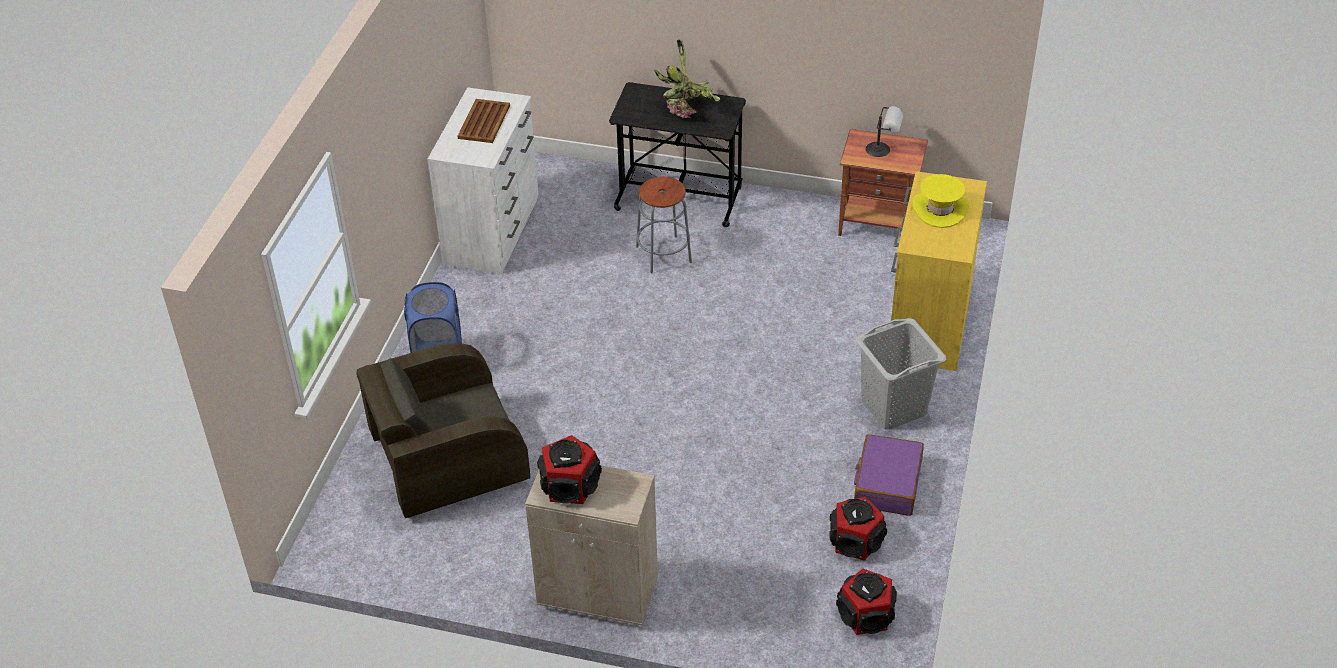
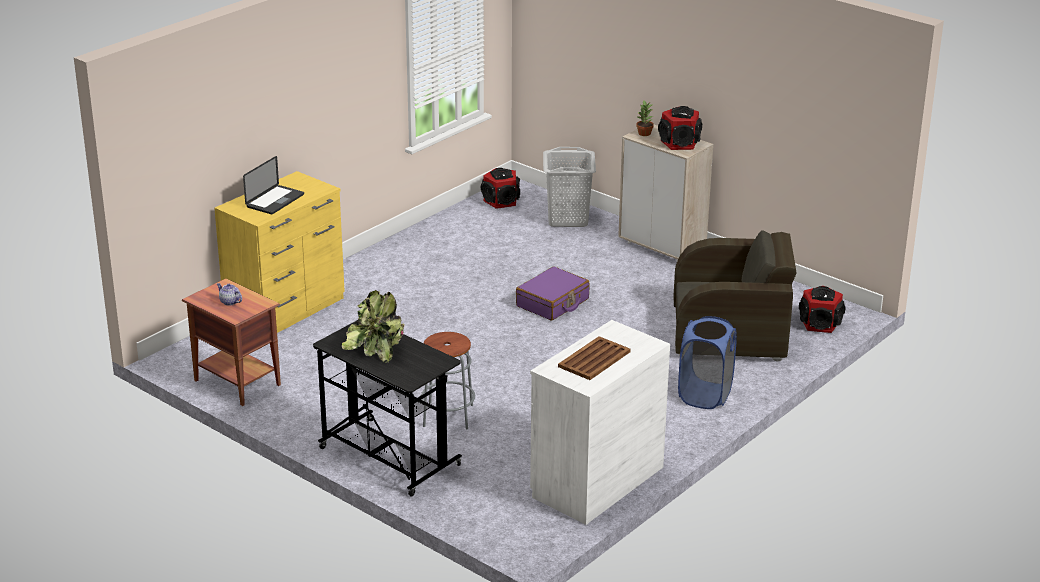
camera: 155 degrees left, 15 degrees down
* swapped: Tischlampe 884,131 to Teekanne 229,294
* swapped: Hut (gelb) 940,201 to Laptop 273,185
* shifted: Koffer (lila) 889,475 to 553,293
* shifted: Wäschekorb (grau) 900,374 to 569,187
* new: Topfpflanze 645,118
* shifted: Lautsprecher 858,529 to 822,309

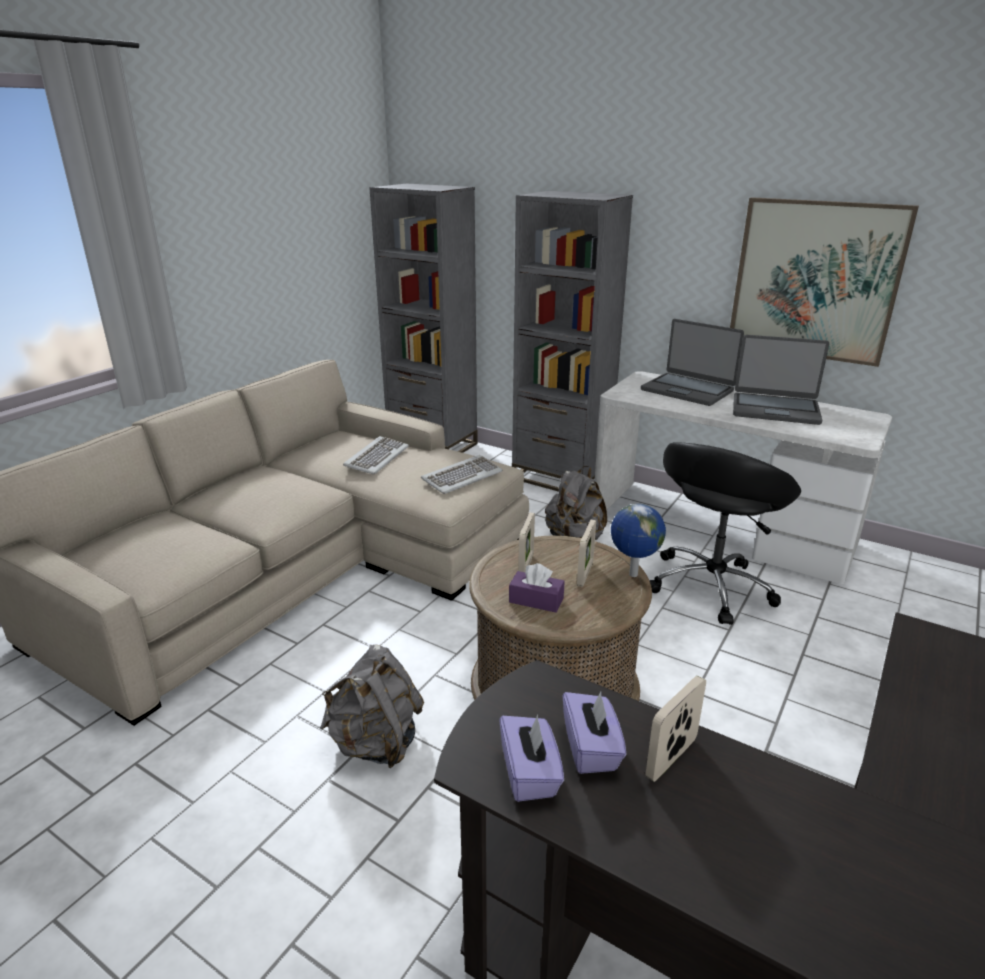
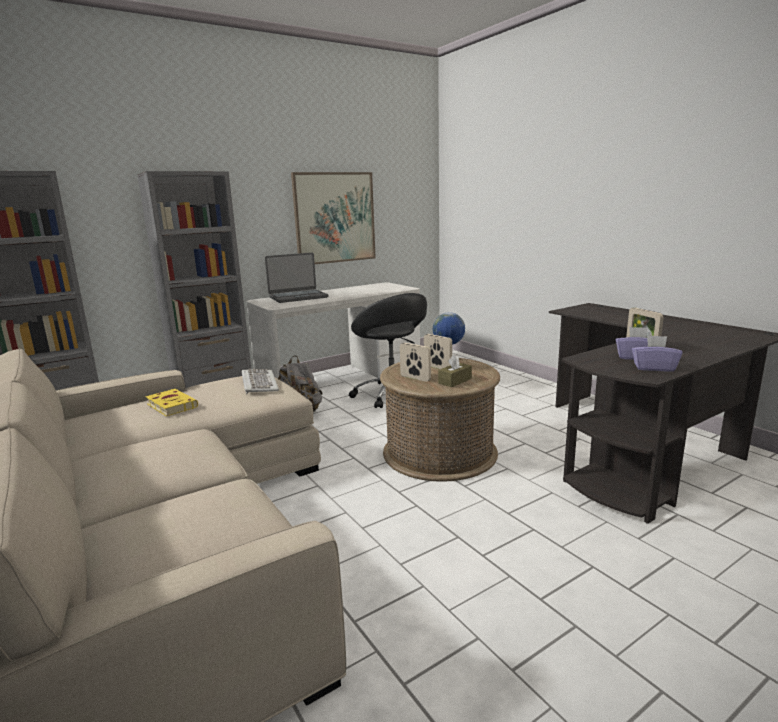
camera: 65 degrees left, 10 degrees down
* swapped: Tastatur 376,455 to Buch (gelb) 171,402
* repainted: Taschentuchbox (lila) 537,587 to Taschentuchbox (braun) 455,370
* gone: Rucksack (grau) 372,706
* gone: Laptop 781,380

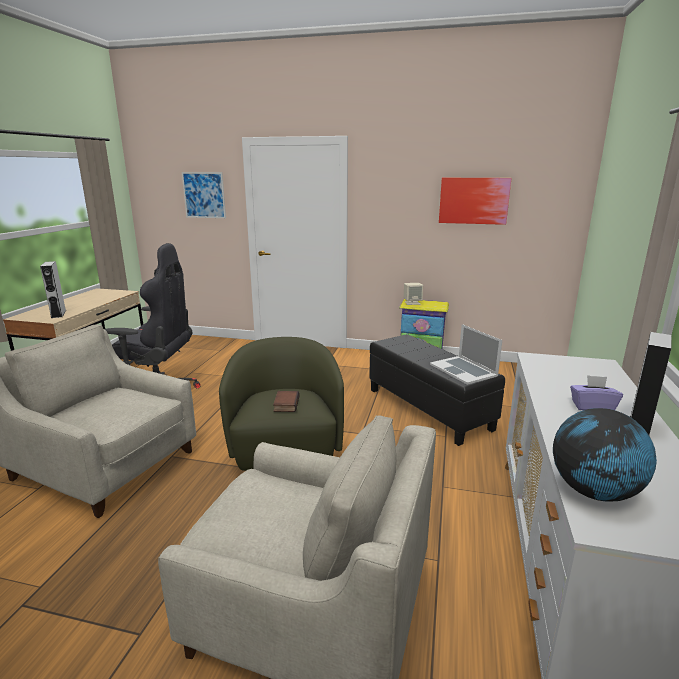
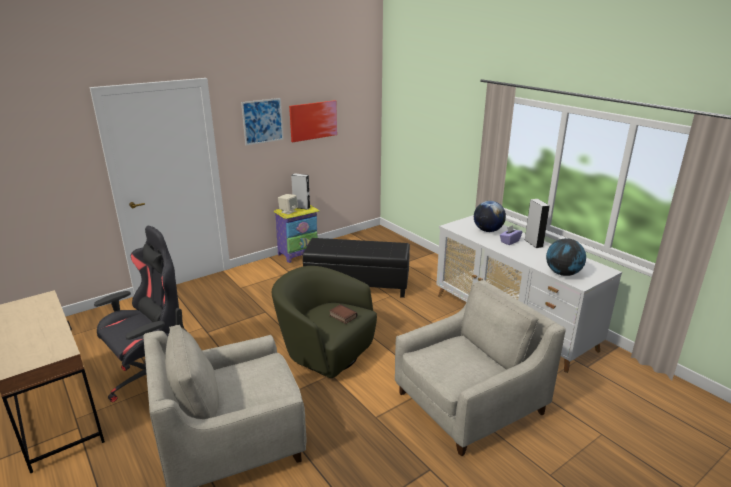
camera: 50 degrees left, 5 degrees up
* shifted: Bild 204,195 to 262,121
* shifted: Lautsprecher (grau) 53,289 to 301,191
* new: Globus 490,216
* gone: Laptop 466,354

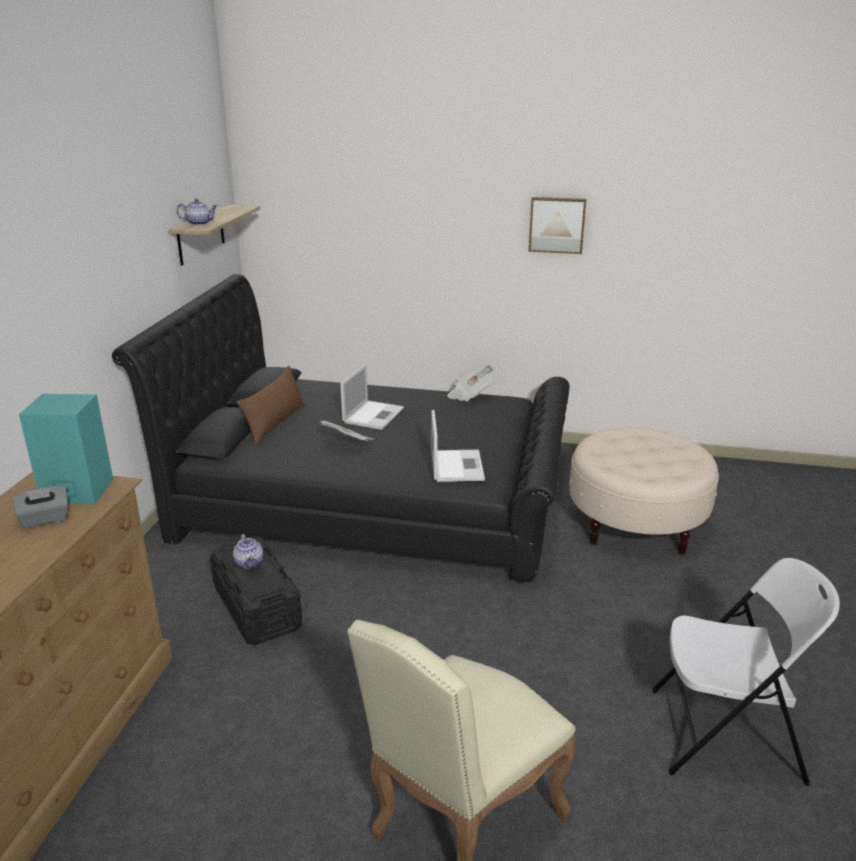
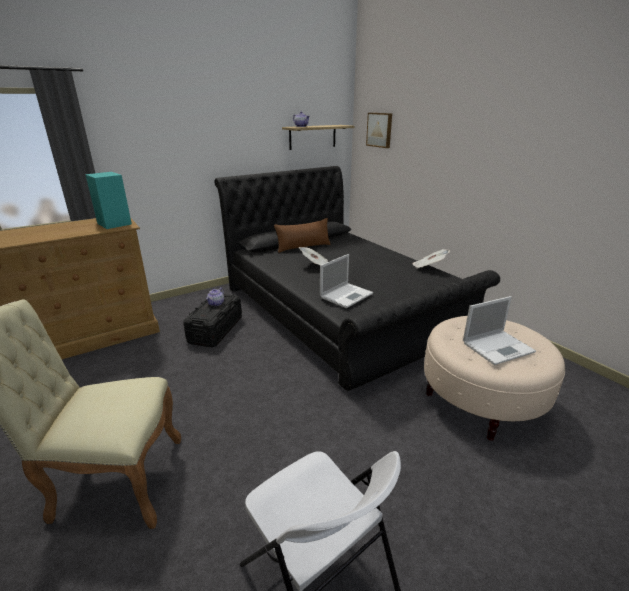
camera: 45 degrees right, 0 degrees up
* shifted: Bild 557,225 to 379,130
* shifted: Laptop 372,397 to 499,330
* gone: Taschentuchbox (grau) 40,507

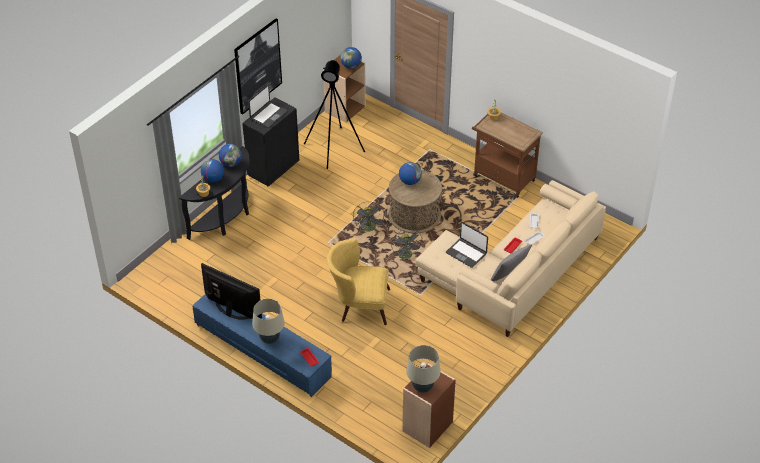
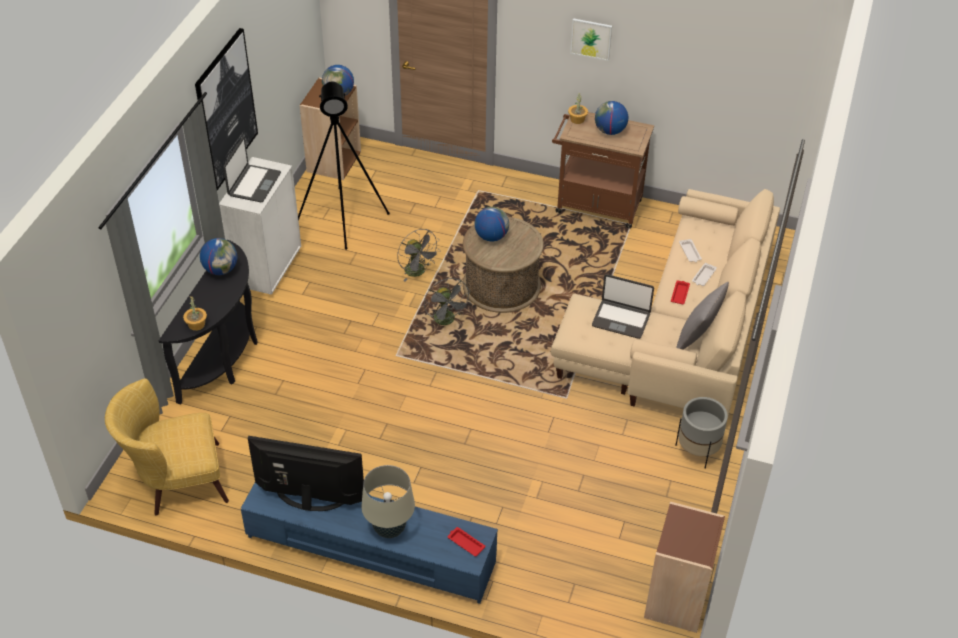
camera: 20 degrees left, 0 degrees up
* shifted: Sessel (gelb) 358,281 to 167,447
* repainted: Schrank (schwarz) 270,142 to Schrank (weiß) 260,226
* shifted: Ventilator (grau) 407,244 to 419,255
* new: Bild 591,39
* shifted: Globus 212,170 to 611,118
* new: Pflanzkübel (grau) 701,433
* gone: Tischlampe (beige) 423,369

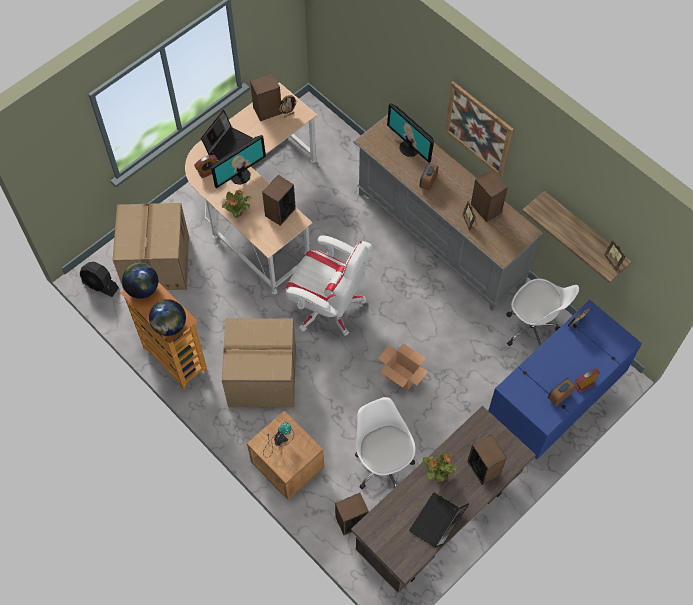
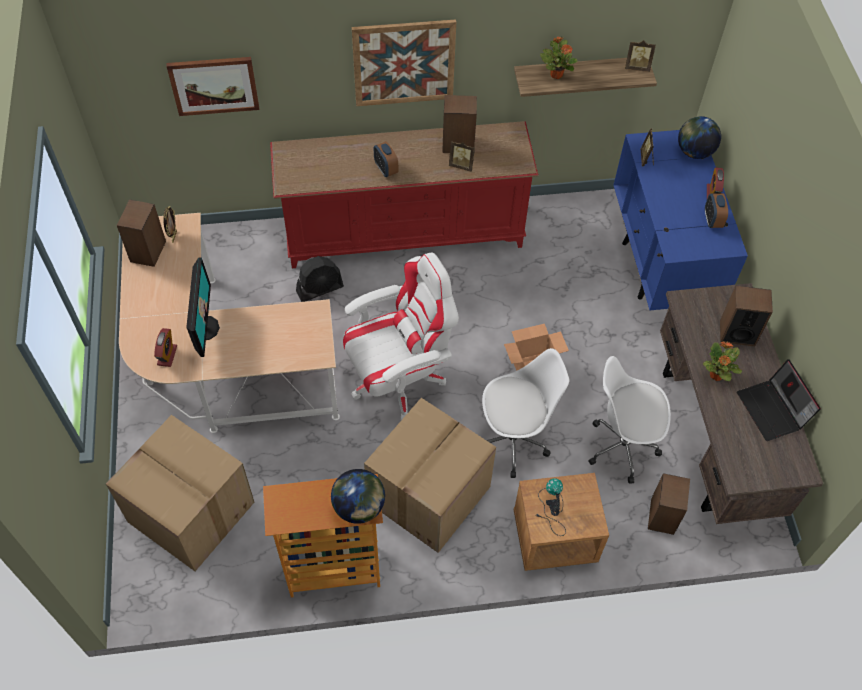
camera: 55 degrees left, 5 degrees down
* new: Bild 213,86
* repainted: Schrank (grau) 448,213 to Schrank (rot) 404,194
* shifted: Ventilator (schwarz) 99,279 to 320,279
* shifted: Bürostuhl (weiß) 542,312 to 526,413
* shifted: Topfpflanze 236,204 to 558,58
* shifted: Globus 140,281 to 699,137
* gone: Laptop 226,135
* gone: Lautsprecher 279,200
* gone: Monitor 410,133

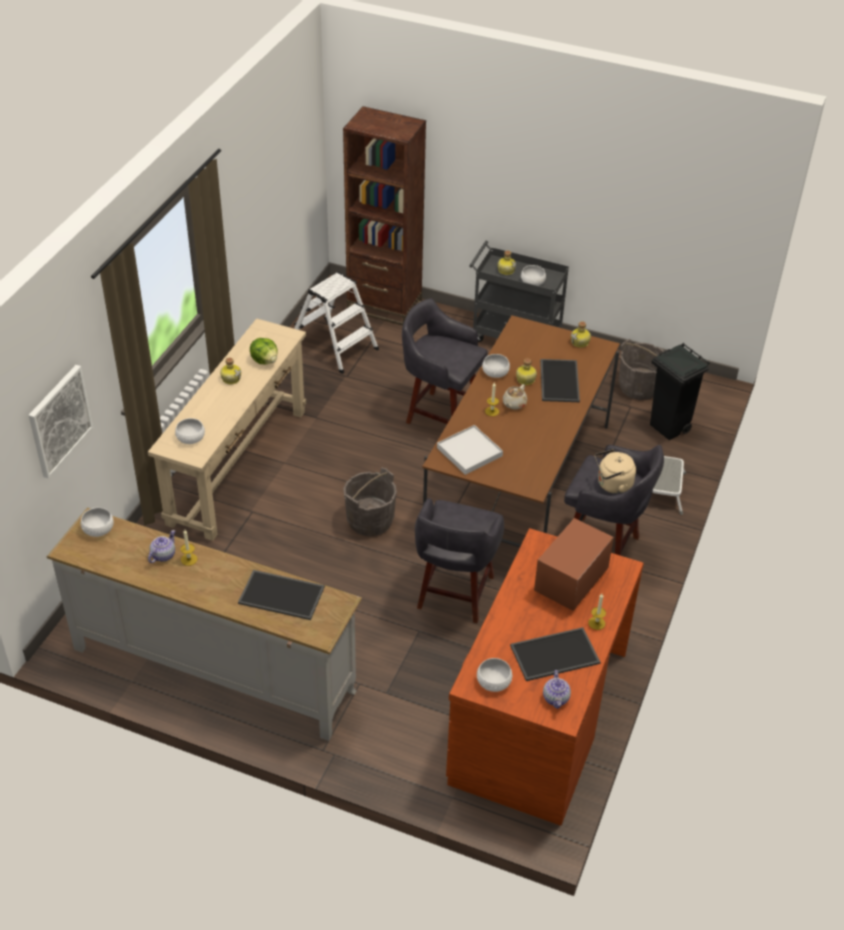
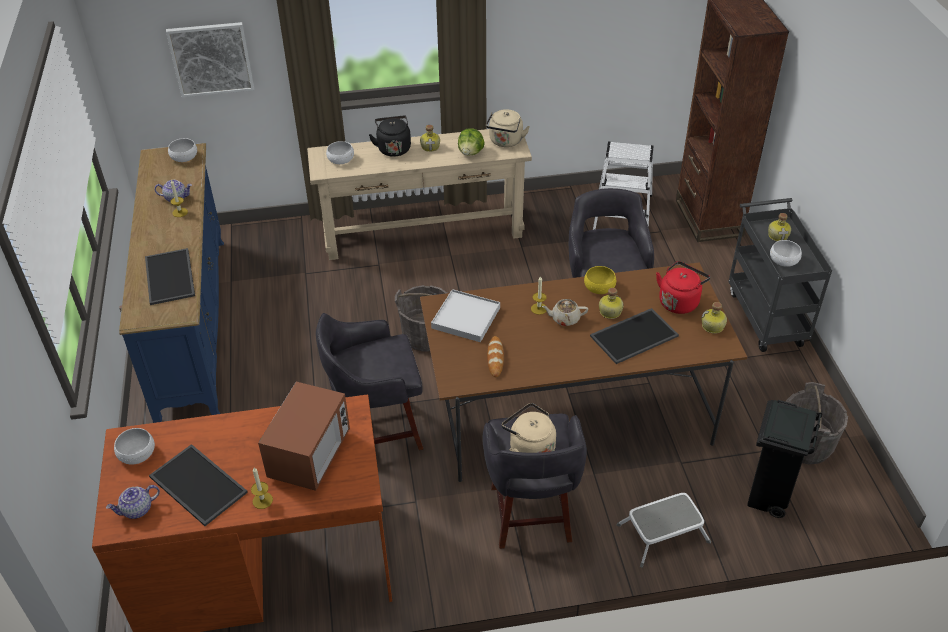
camera: 60 degrees right, 0 degrees up
* repainted: Schrank (grau) 204,624 to Schrank (blau) 171,283
* rotated: Mikrowelle 574,564 = 304,436 105 degrees clockwise
* new: Wasserkessel (schwarz) 390,136
* new: Wasserkessel (beige) 508,128
* new: Brot 495,356
* repainted: Schüssel (weiß) 496,366 to Schüssel (gelb) 600,280
* new: Wasserkessel (rot) 683,287

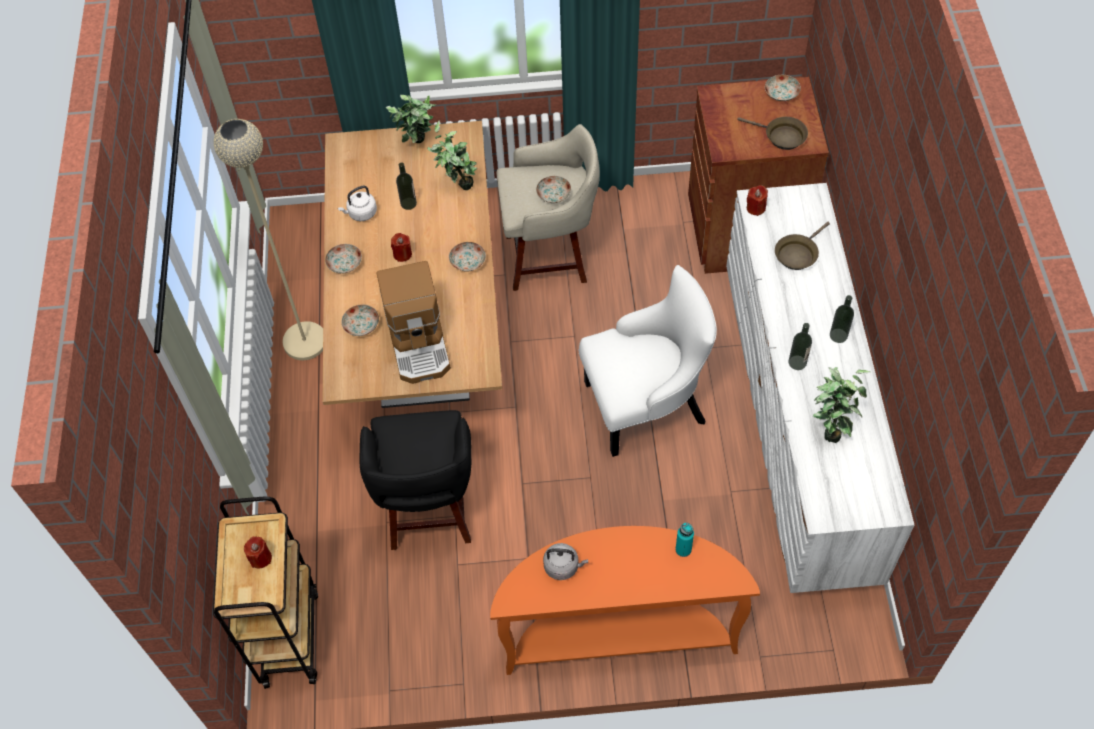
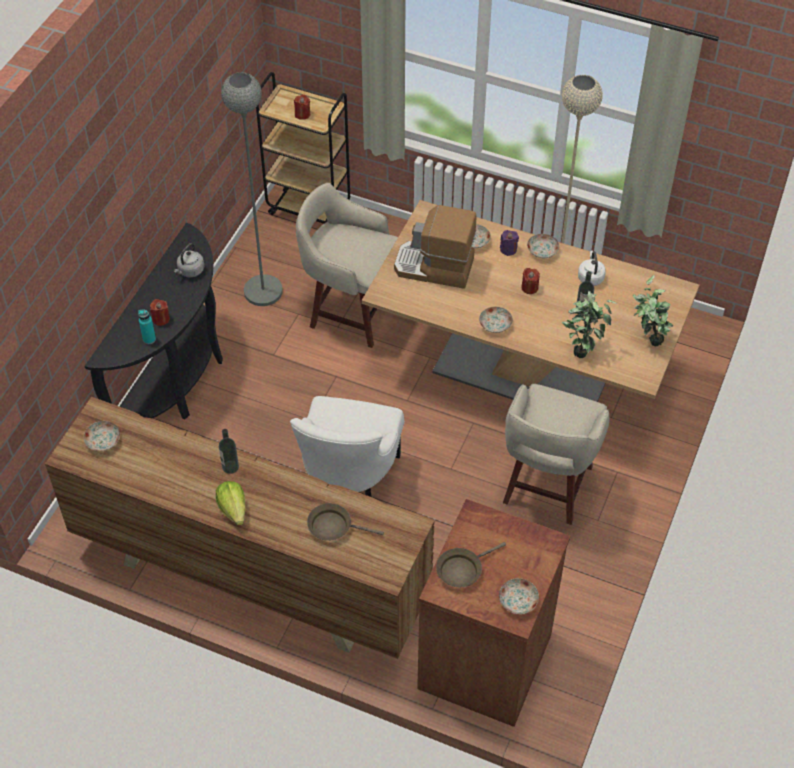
camera: 115 degrees right, 5 degrees down
* repainted: Schrank (weiß) 820,388 to Schrank (braun) 240,528
* shifted: Teller 553,189 to 101,436
* repainted: Konsolentisch (orange) 625,600 to Konsolentisch (schwarz) 154,321
* shifted: Kerze (rot) 757,200 to 160,312
* swapped: Flasche 842,319 to Salatkopf 230,503
* new: Stehlampe (grau) 252,189
* repainted: Hocker (schwarz) 416,480 to Hocker (beige) 347,265
* rotated: Pfanne (braun) 802,246 = 345,522 60 degrees counterclockwise
* new: Kerze (lila) 509,243
* gone: Topfpflanze 842,405

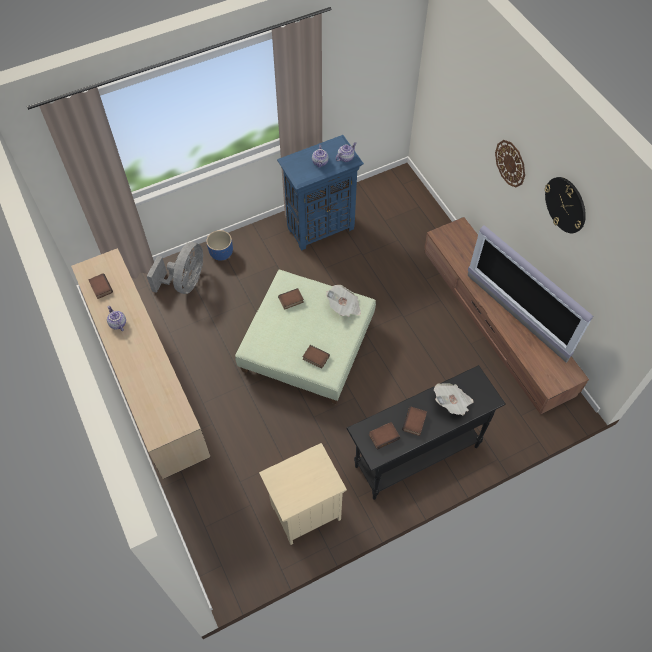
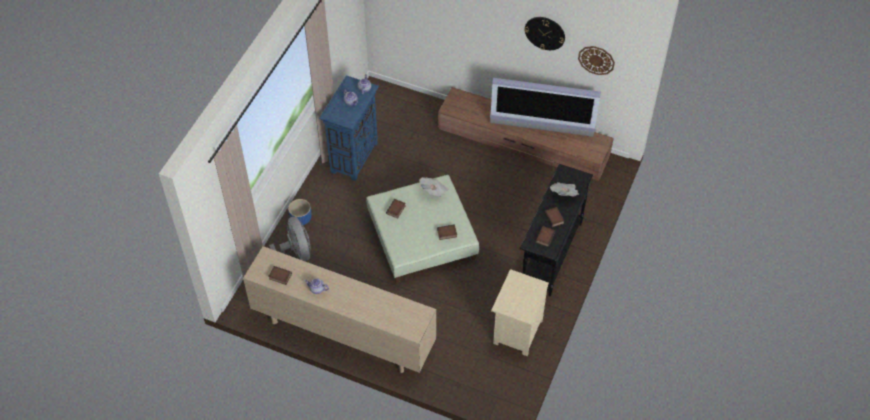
camera: 40 degrees left, 5 degrees down
* shifted: Wanduhr 510,164 to 596,60

